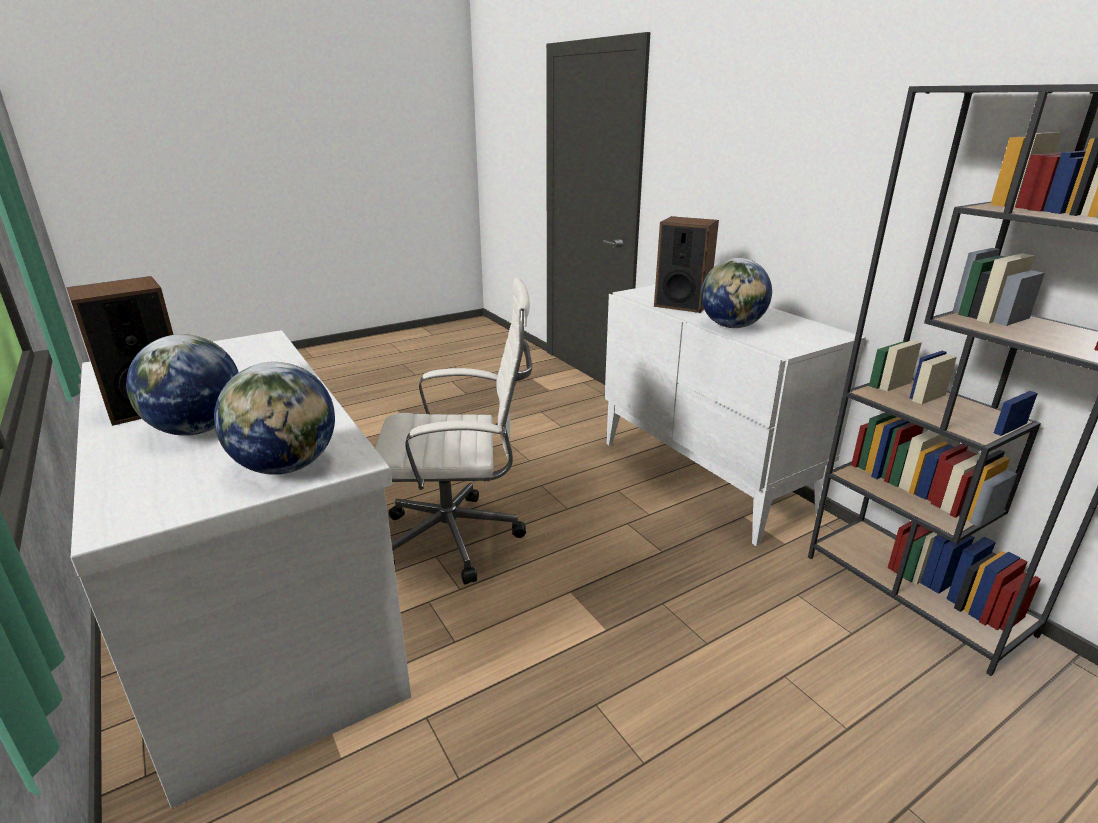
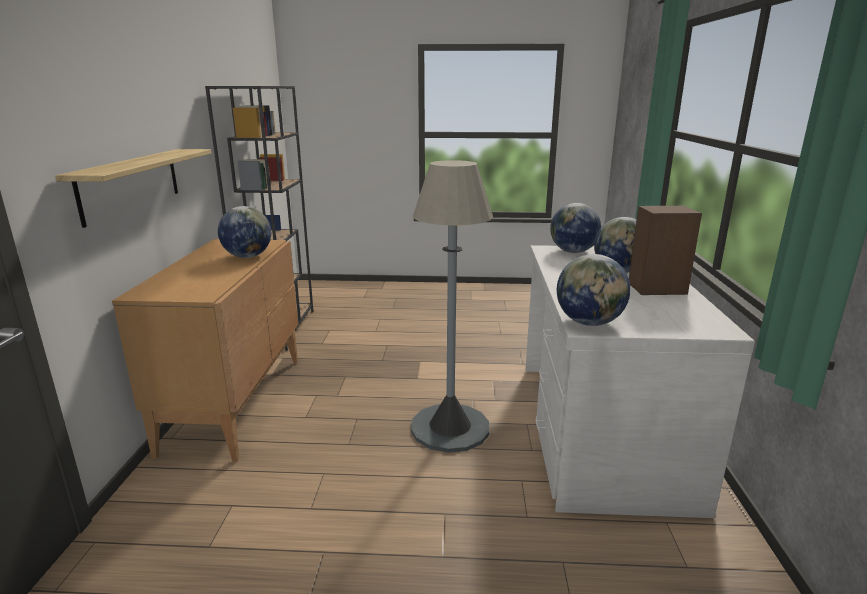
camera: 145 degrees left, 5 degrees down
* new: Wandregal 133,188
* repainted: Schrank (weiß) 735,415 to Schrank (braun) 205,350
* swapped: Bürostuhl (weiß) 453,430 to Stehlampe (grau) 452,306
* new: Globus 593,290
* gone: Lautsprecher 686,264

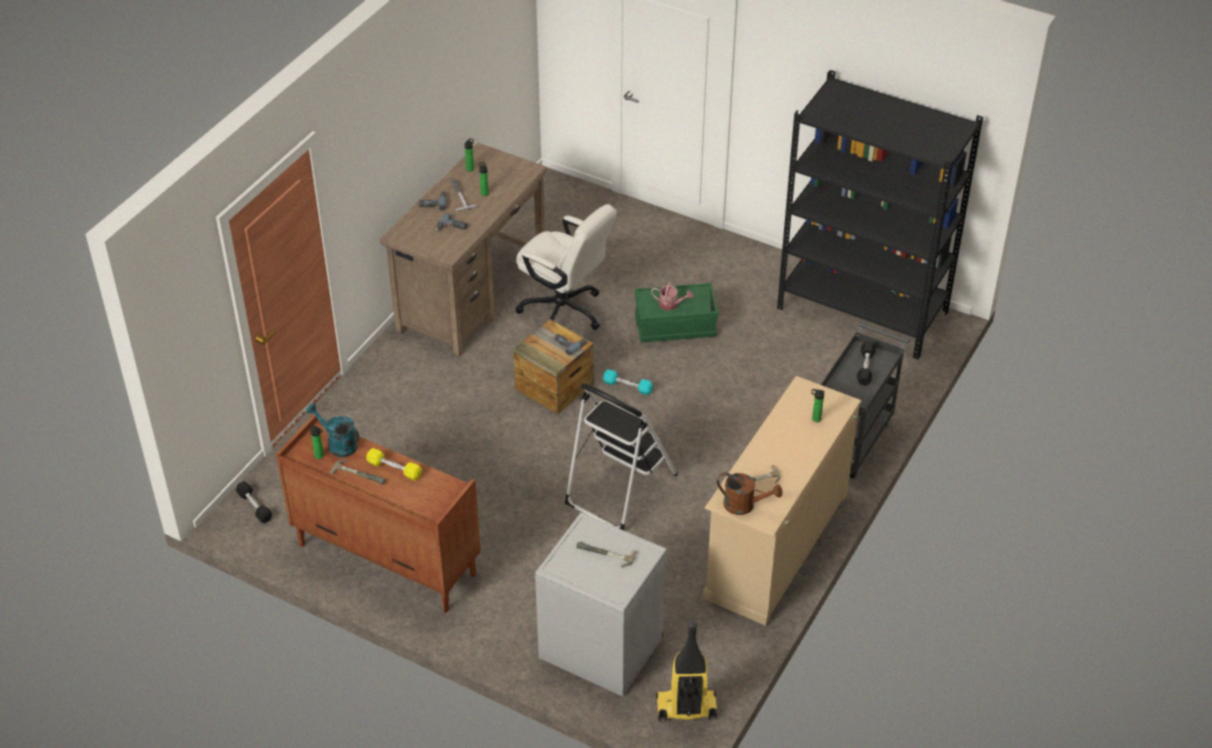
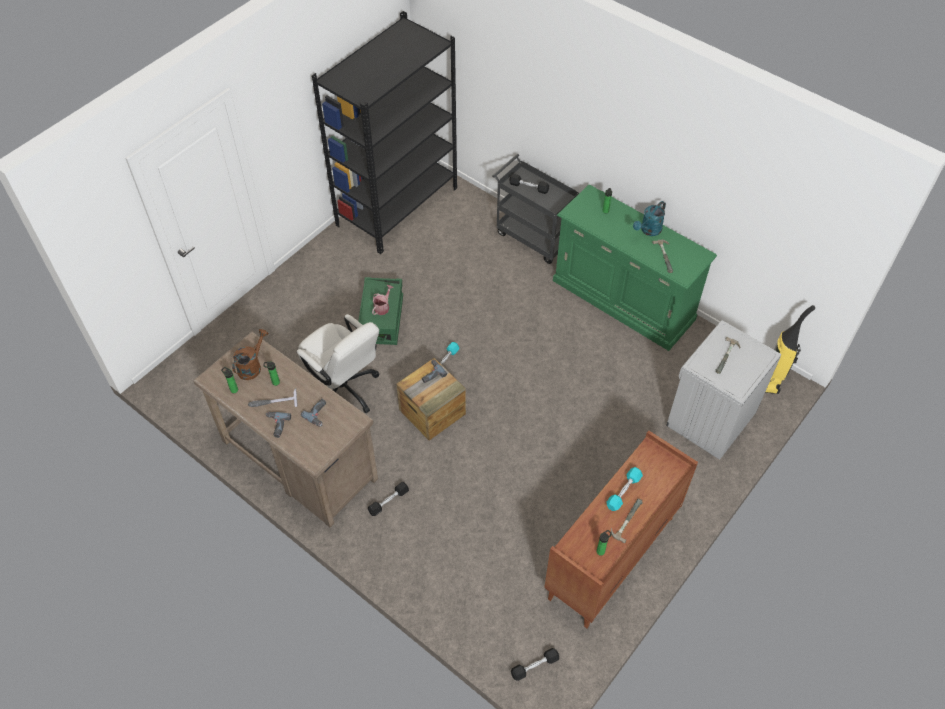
camera: 80 degrees left, 10 degrees up
* shifted: Gießkanne (braun) 750,494 to 250,354
* rotated: Bürostuhl (weiß) 566,267 = 338,363 90 degrees clockwise
* new: Hantel (schwarz) 388,499
* repainted: Schrank (beige) 782,501 to Schrank (grün) 635,267
* repainted: Hantel (gelb) 394,464 to Hantel (türkis) 624,489
* shifted: Gießkanne (türkis) 332,430 to 649,218
* gone: Trittleiter 621,456

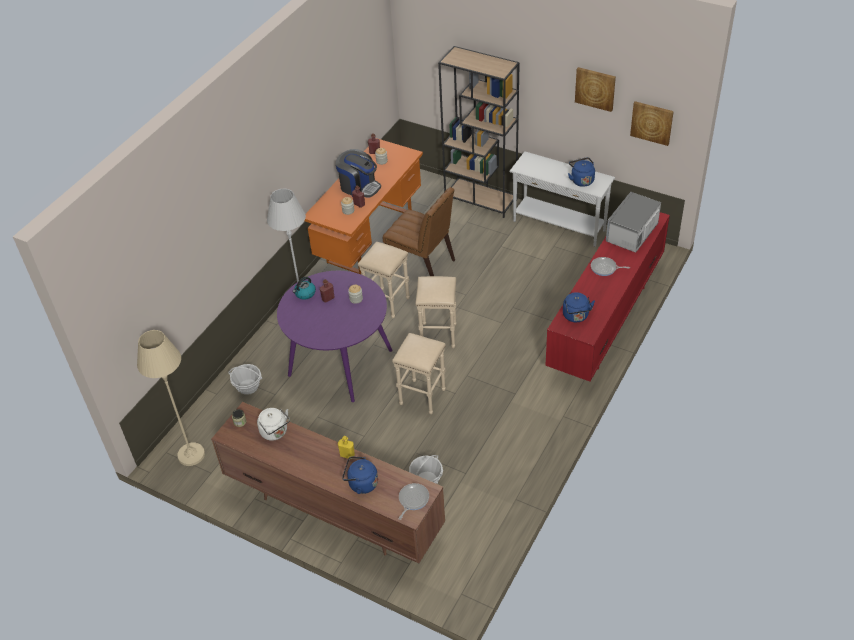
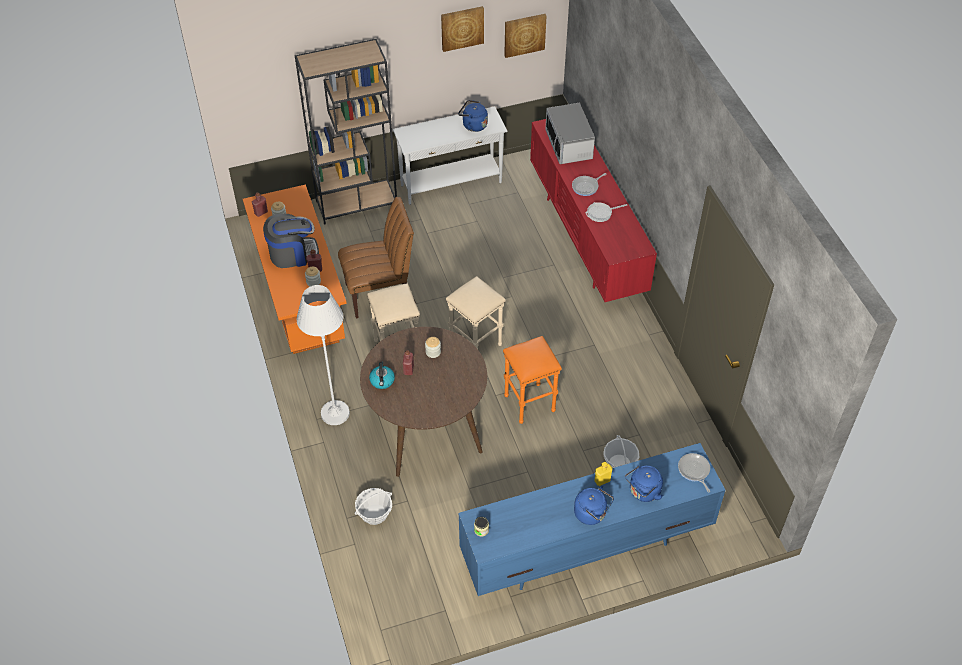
camera: 50 degrees left, 5 degrees up
* repainted: Esstisch (lila) 334,336 to Esstisch (braun) 423,402
* repainted: Schrank (braun) 328,482 to Schrank (blau) 592,519
* repainted: Hocker (beige) 419,373 to Hocker (orange) 532,380
* shifted: Wasserkessel (blau) 579,307 to 594,505
* new: Pfanne 606,212
* gone: Stehlampe (beige) 171,398
* gone: Wasserkessel (weiß) 273,424

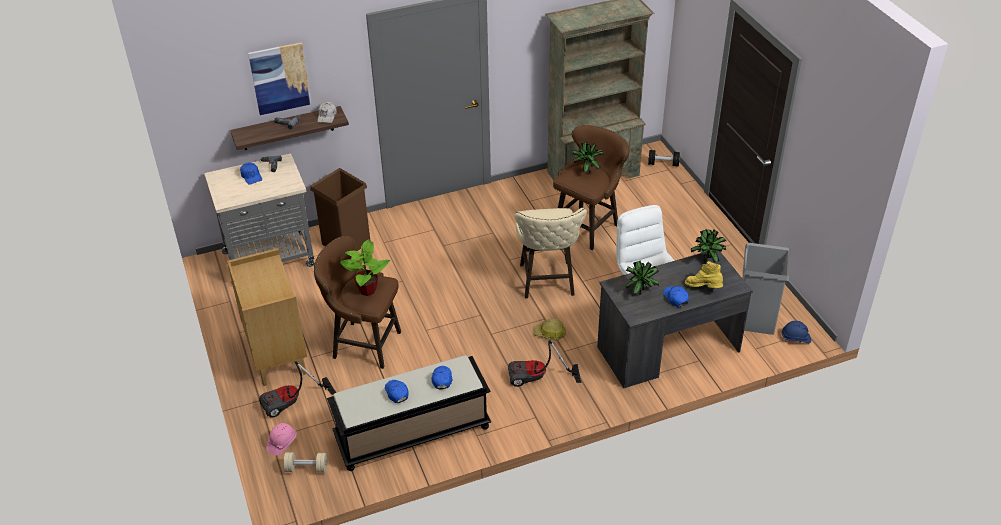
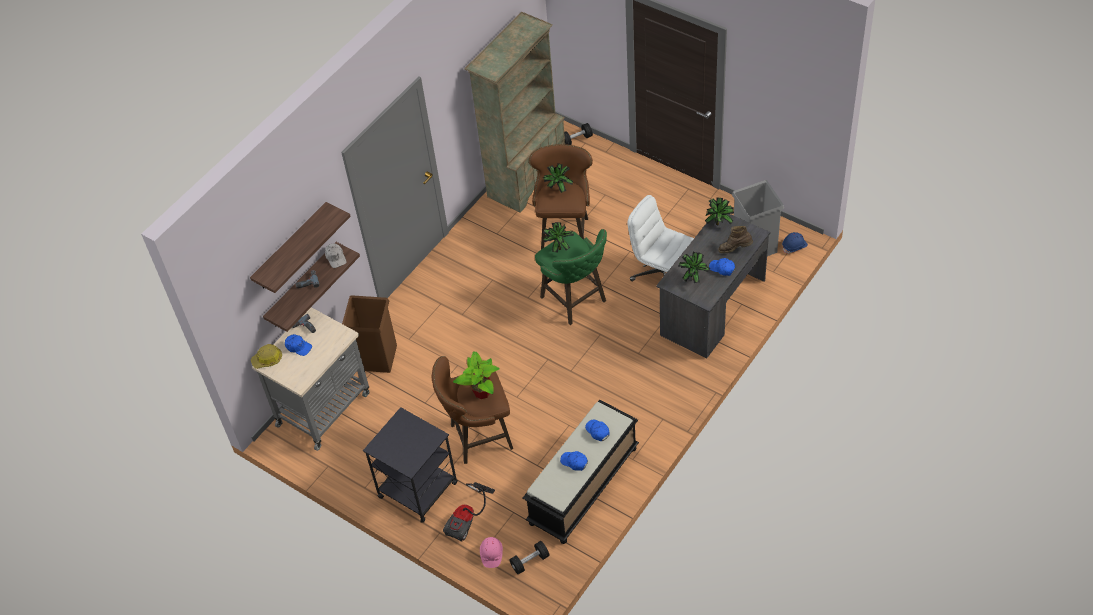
camera: 30 degrees left, 10 degrees up
* swapped: Bild 279,78 to Wandregal 300,247
* shifted: Schutzhelm 550,329 to 266,356
* swapped: Schrank (braun) 267,317 to Rollwagen (schwarz) 410,465
* repainted: Hantel (beige) 305,462 to Hantel (schwarz) 529,557
* repainted: Hocker (beige) 550,253 to Hocker (grün) 571,277
* new: Topfpflanze 558,237
* repainted: Stiefel (gelb) 704,274 to Stiefel (braun) 735,239
* gone: Staubsauger 544,363

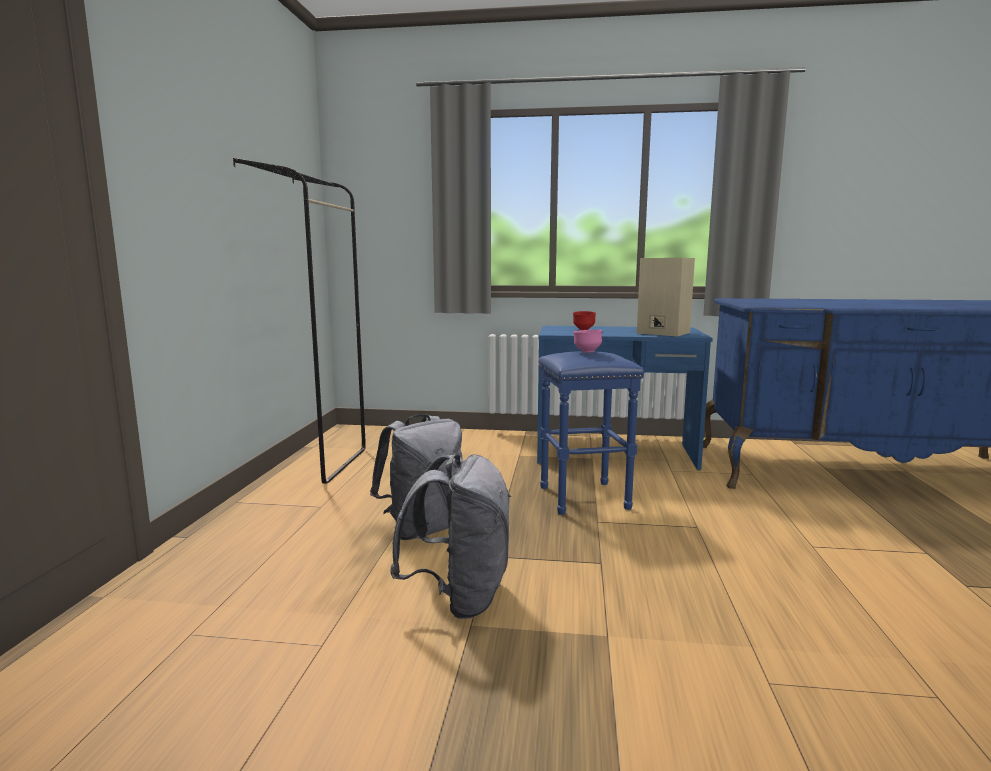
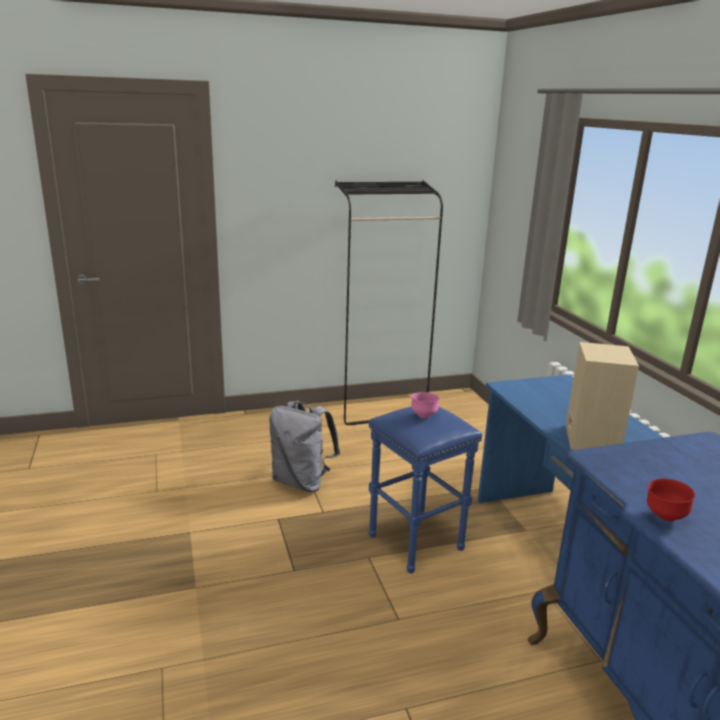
camera: 65 degrees right, 10 degrees up
* shifted: Schüssel (rot) 584,320 to 671,500
* gone: Rucksack (grau) 450,536

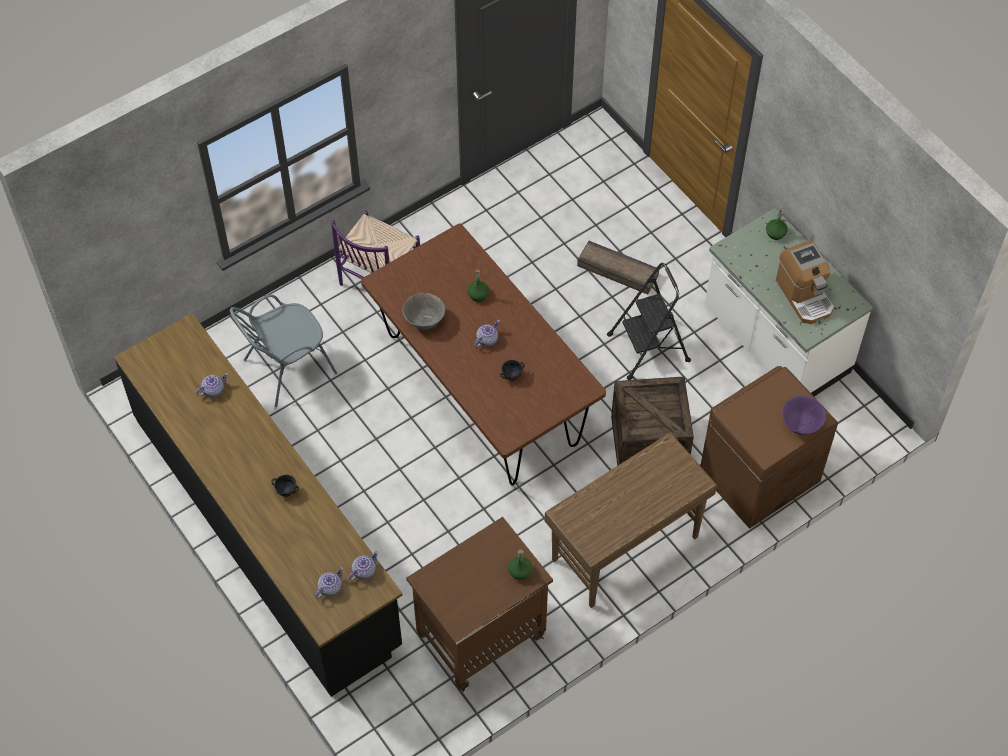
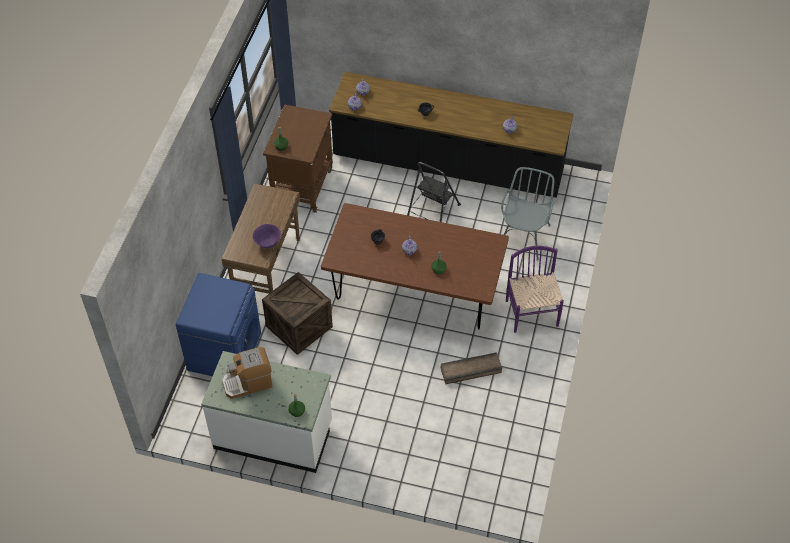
camera: 140 degrees right, 5 degrees down
* repainted: Waschmaschine (braun) 769,447 to Waschmaschine (blau) 218,324
* rotated: Kaffeemaschine 805,282 = 247,373 45 degrees counterclockwise
* shifted: Schüssel (lila) 804,415 to 266,236
* shifted: Trittleiter (schwarz) 649,321 to 434,192
* shifted: Kiste 618,267 to 471,368
* gone: Schüssel (grau) 423,311

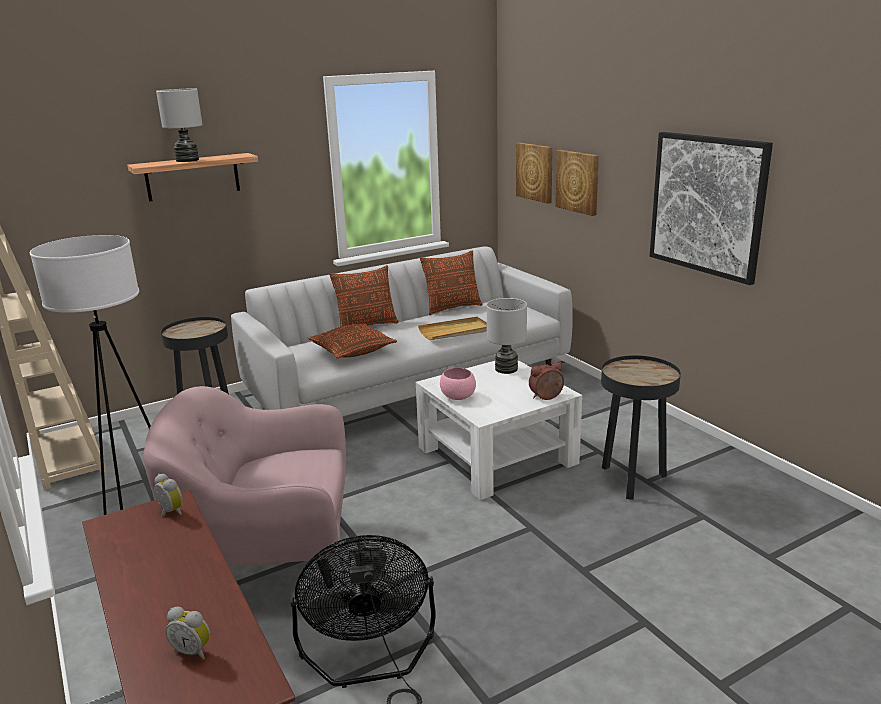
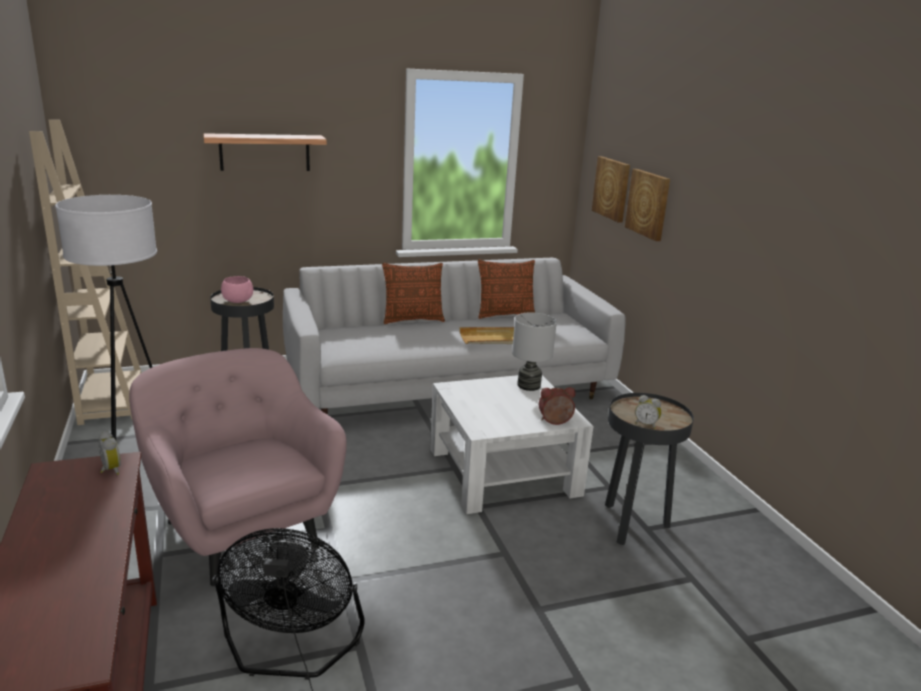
camera: 10 degrees right, 0 degrees up
* rotated: Sessel (rosa) 245,487 = 238,467 45 degrees clockwise
* shifted: Schüssel (rosa) 458,383 to 237,289
* shifted: Wecker 188,633 to 648,412
* gone: Tischlampe (grau) 179,125
* gone: Kissen (braun) 352,341
* gone: Bild 711,208

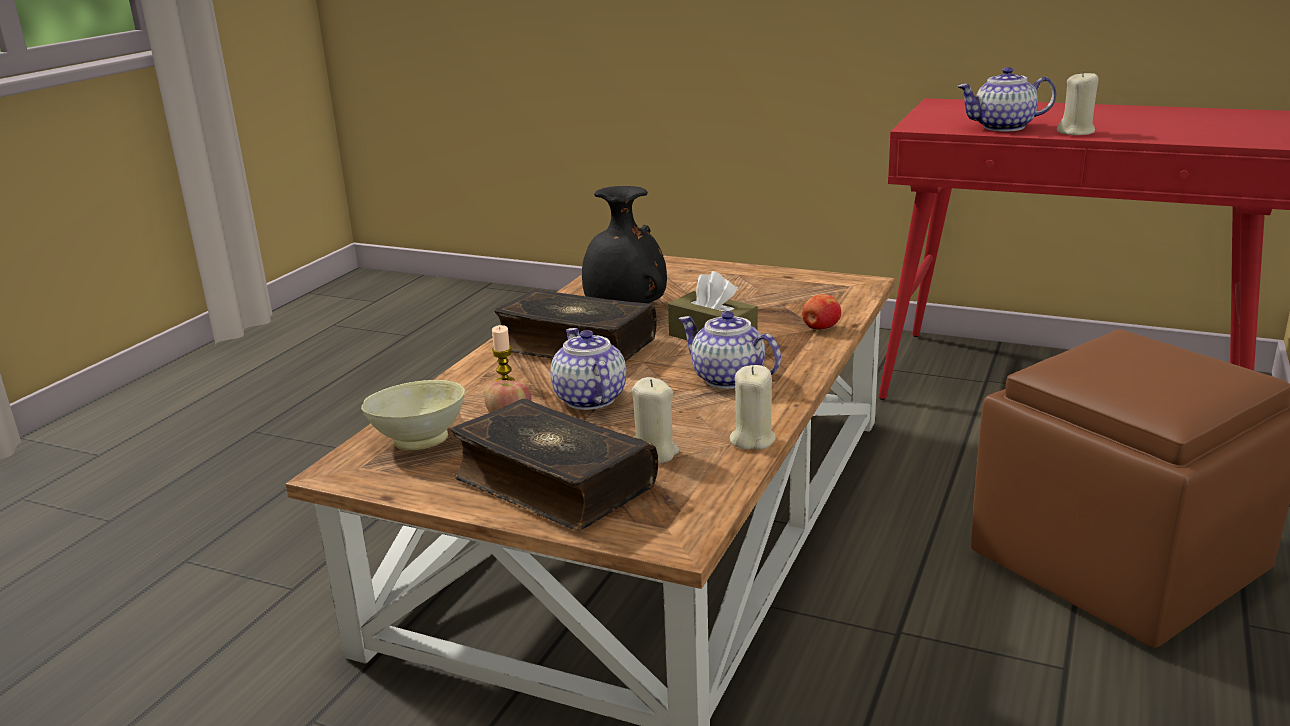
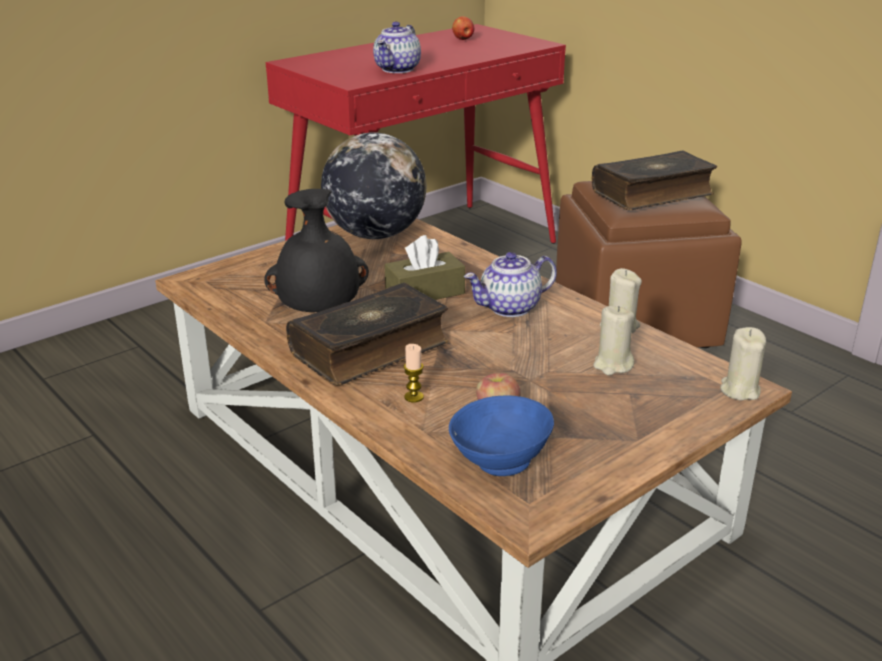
camera: 65 degrees left, 5 degrees up
* new: Globus 373,185
* repainted: Schüssel (beige) 413,415 to Schüssel (blau) 501,435
* shifted: Apfel 821,312 to 463,28
* shifted: Buch 554,464 to 654,180
* shifted: Kerze (beige) 1077,103 to 743,363
* gone: Teekanne 588,369

